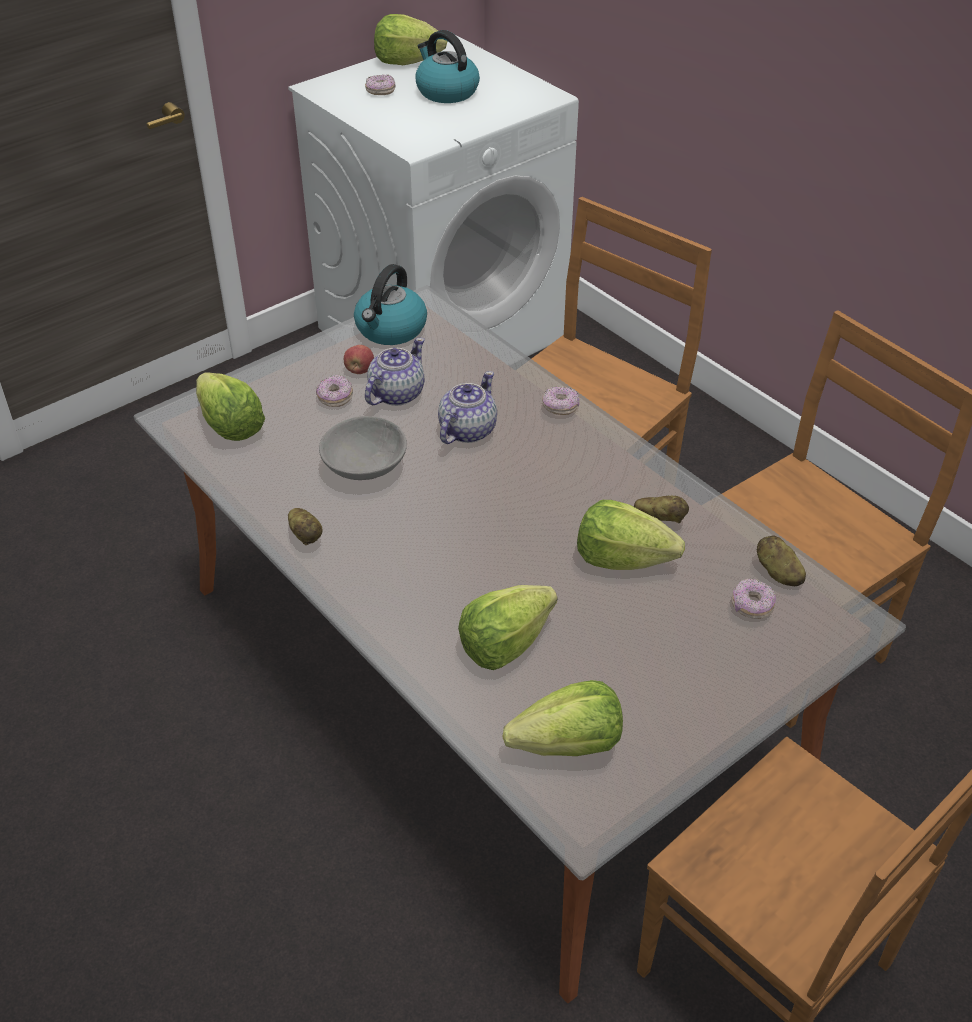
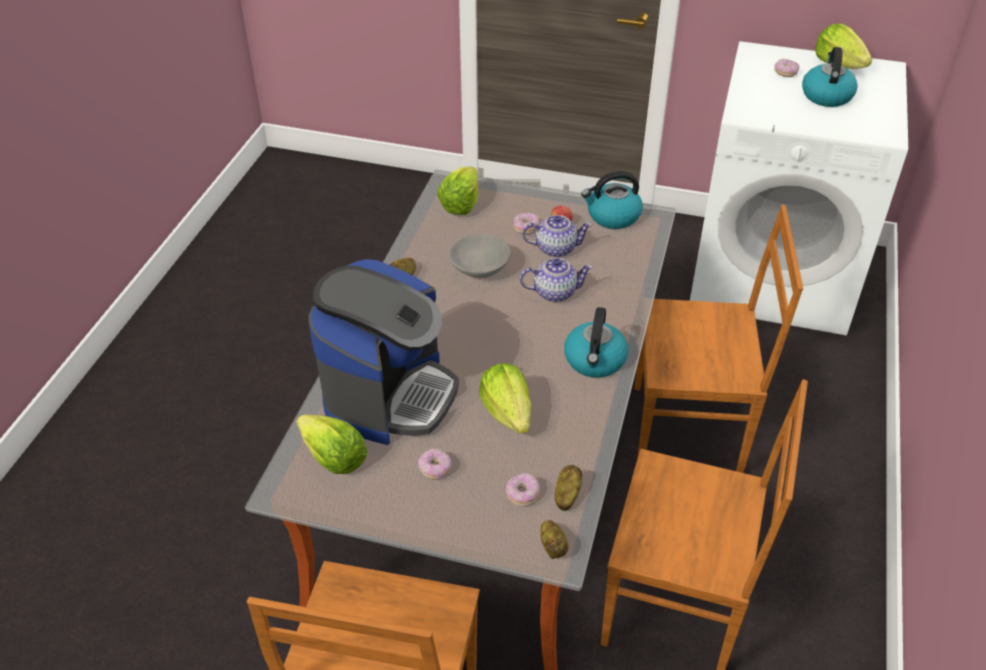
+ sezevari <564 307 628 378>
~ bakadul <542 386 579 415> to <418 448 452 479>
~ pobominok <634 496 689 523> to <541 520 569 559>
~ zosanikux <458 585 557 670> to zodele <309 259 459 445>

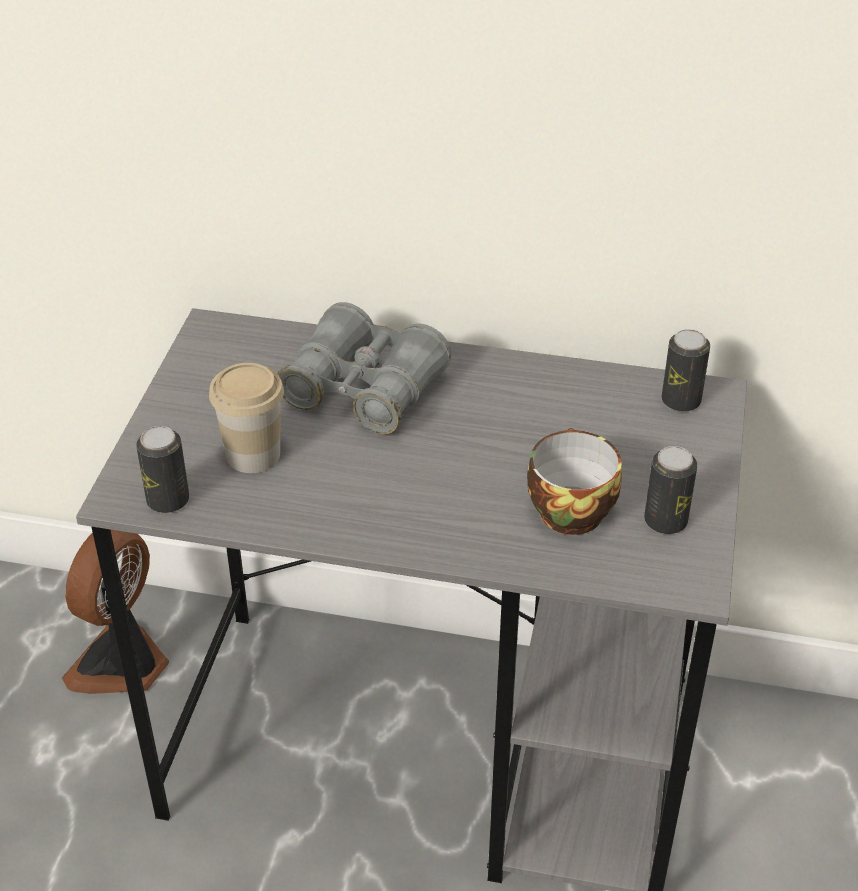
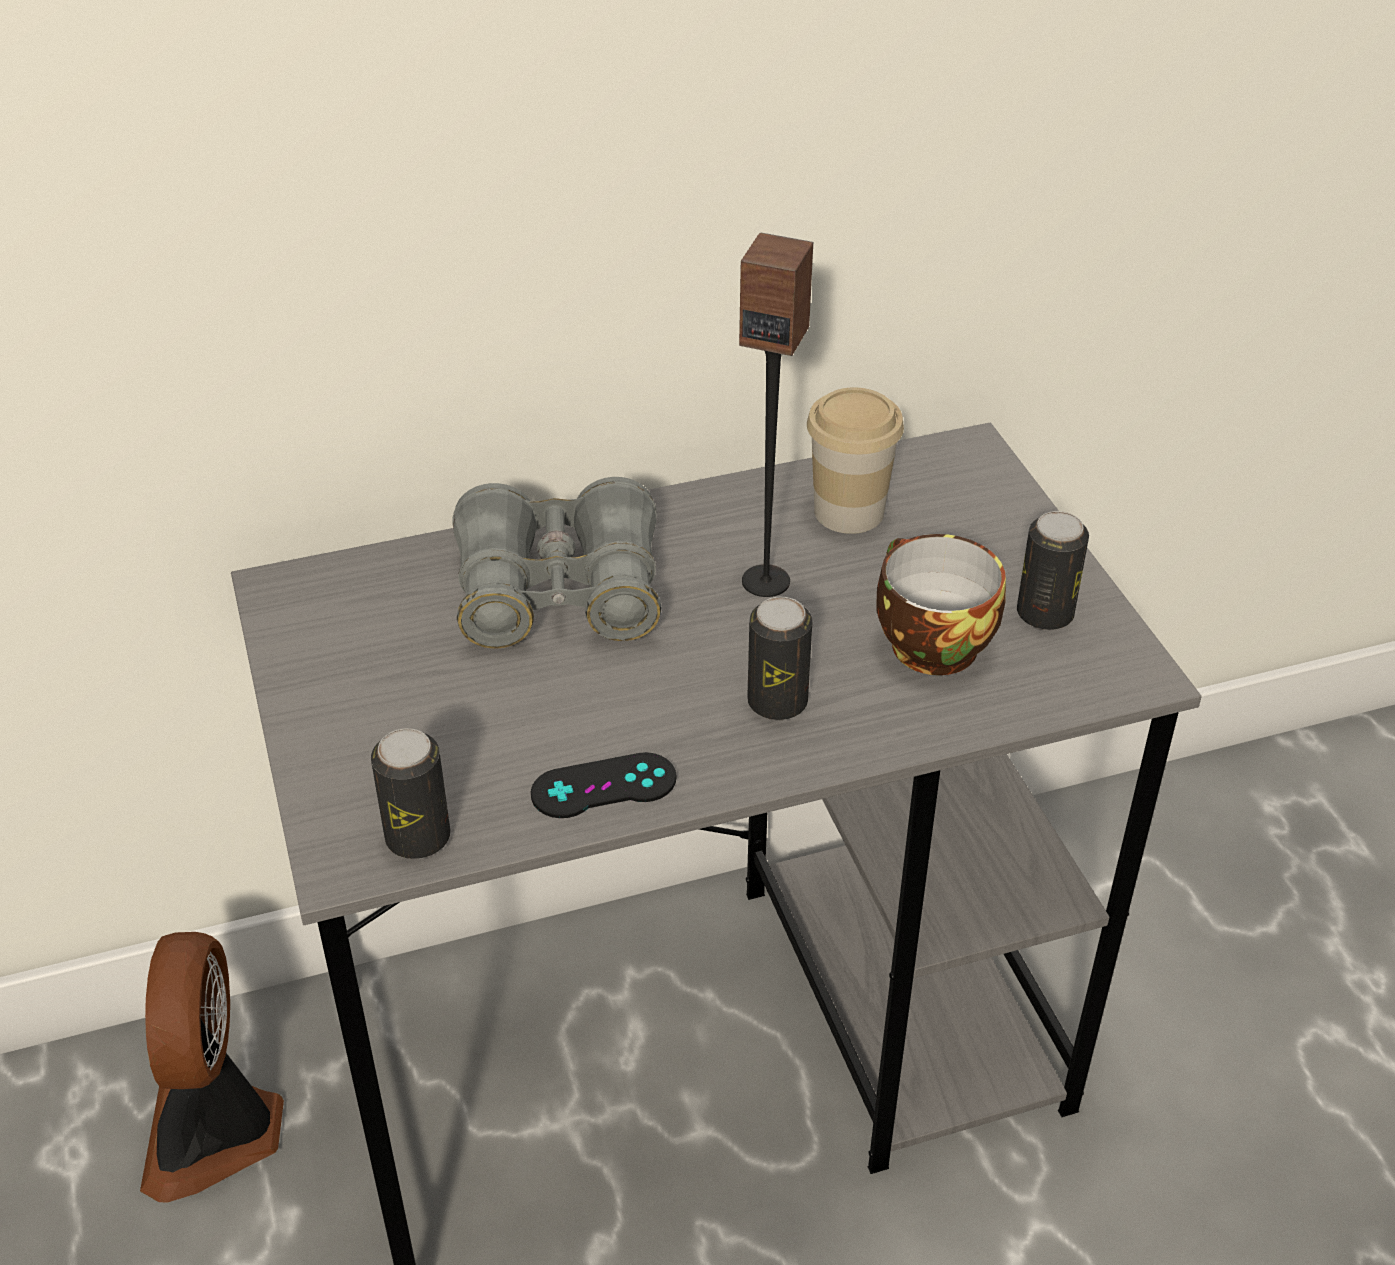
+ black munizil <531 752 676 818>
+ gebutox <739 233 813 597>
~ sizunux <209 363 284 473> to <807 387 904 534>
~ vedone <662 329 710 412> to <747 597 812 720>

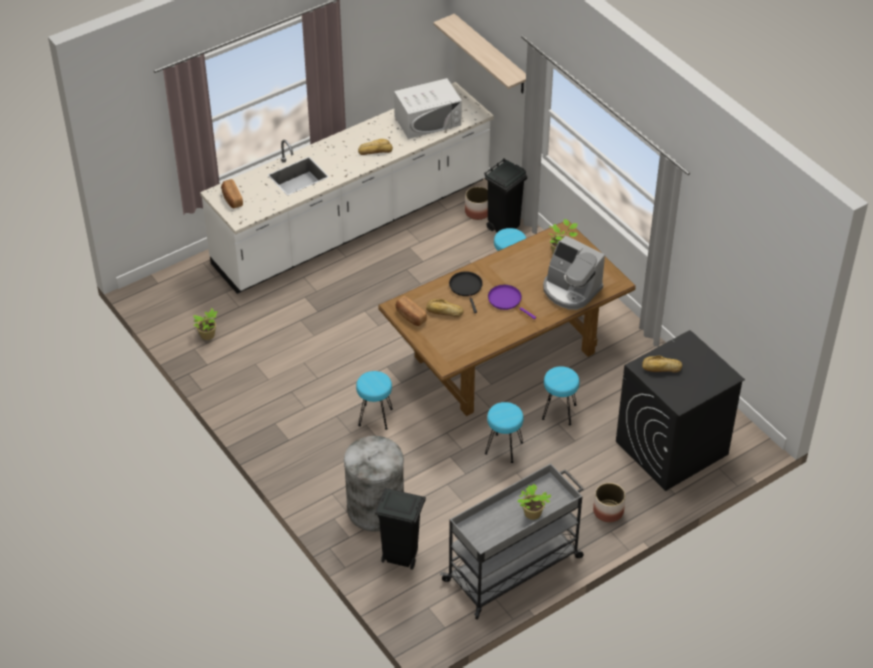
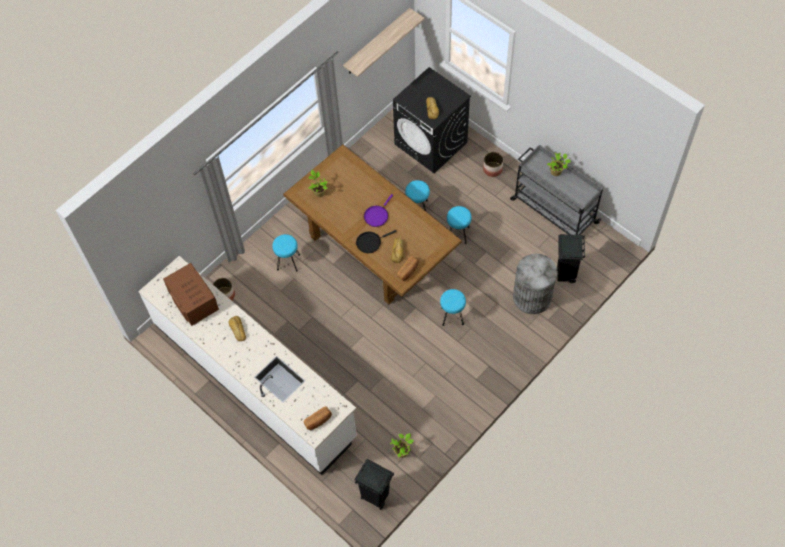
- zodele <543 236 605 310>
~ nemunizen <433 14 526 94> to <343 8 424 77>
~ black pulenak <484 158 527 232> to <355 459 394 510>
~ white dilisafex <394 78 462 139> to brown dilisafex <163 263 219 326>

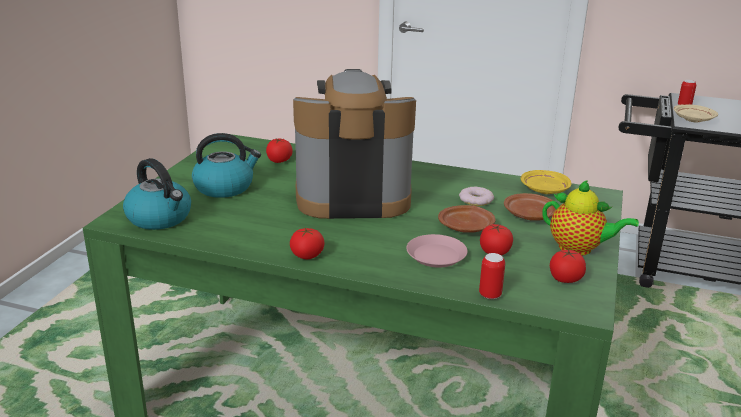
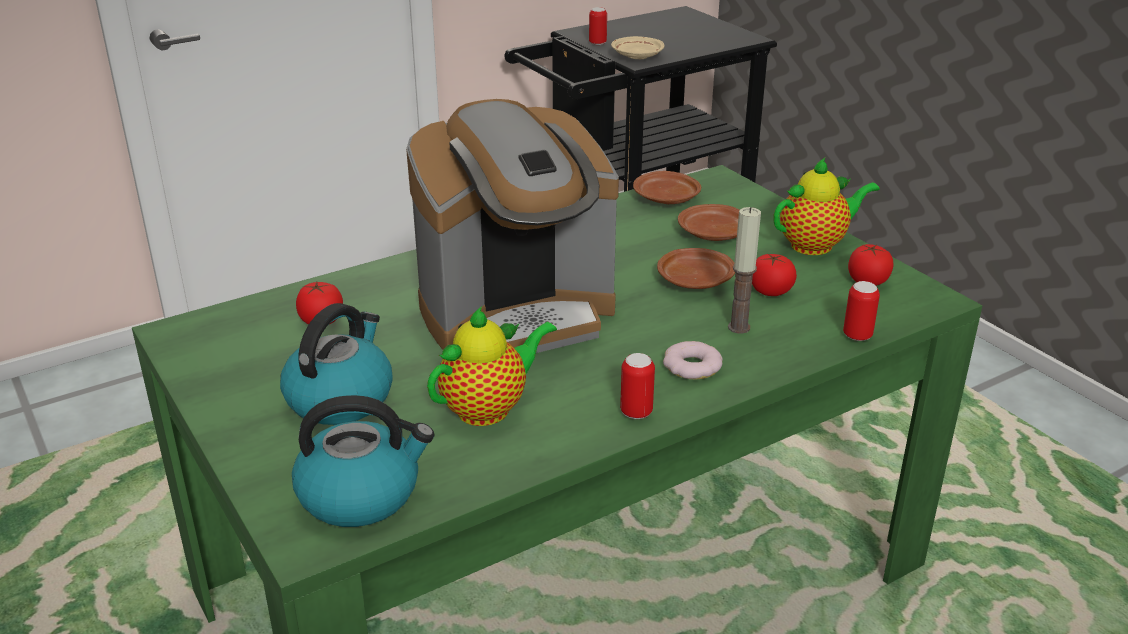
+ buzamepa <427 306 557 426>
~ bakadul <459 187 494 206> to <663 341 723 379>
~ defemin <290 228 324 259> to vedone <620 353 655 419>
~ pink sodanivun <406 234 468 268> to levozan <728 207 761 334>
~ yellow sodanivun <521 170 571 194> to brown sodanivun <633 171 701 204>
~ zodele <293 69 416 219> = <406 99 619 353> 150 degrees counterclockwise

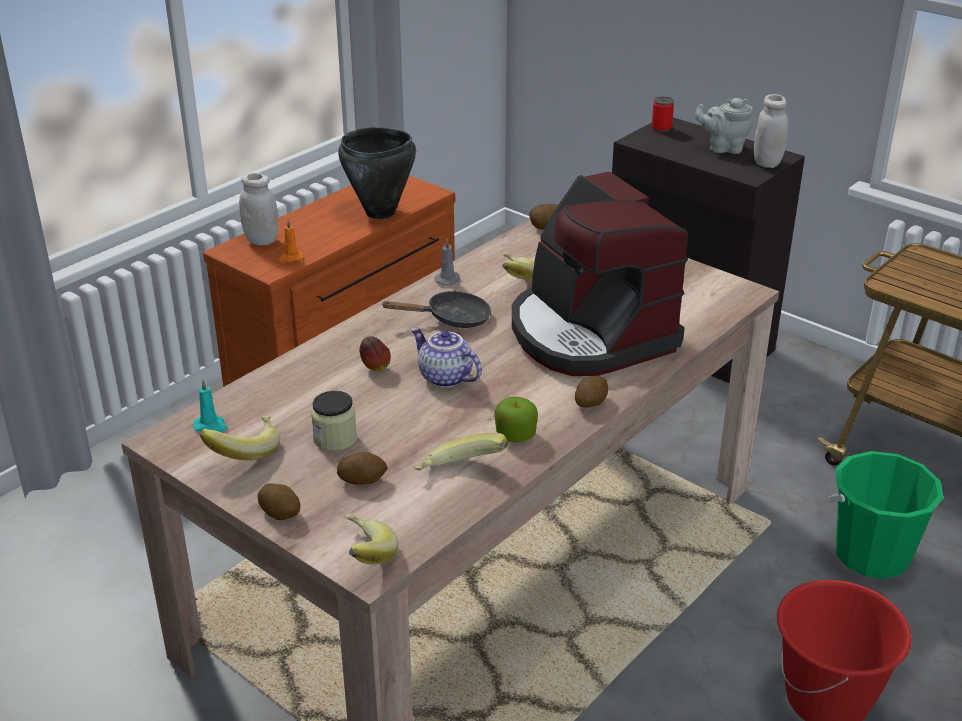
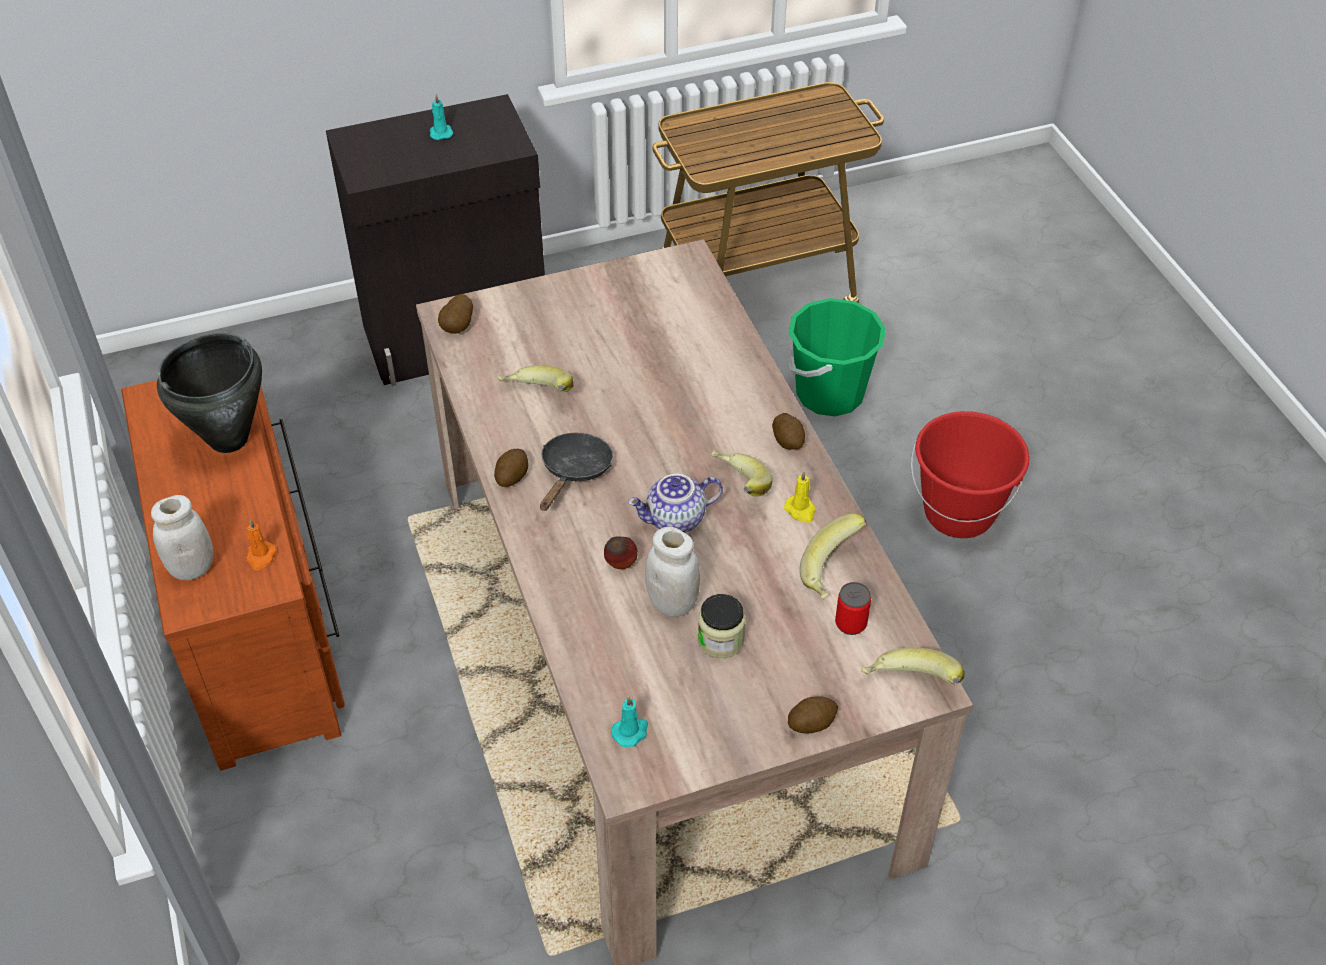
- grey levozan <434 239 460 286>
- zodele <512 171 688 376>
~ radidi <200 416 280 460> to <711 450 773 496>
~ pobominok <337 452 388 485> to <494 449 528 487>
~ vedone <652 97 674 132> to <835 582 871 635>
~ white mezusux <754 94 788 168> to <646 527 700 617>
~ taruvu <494 397 538 443> to yellow levozan <784 471 816 523>
~ grey buzamepa <695 98 753 154> to turquoise levozan <430 94 453 140>

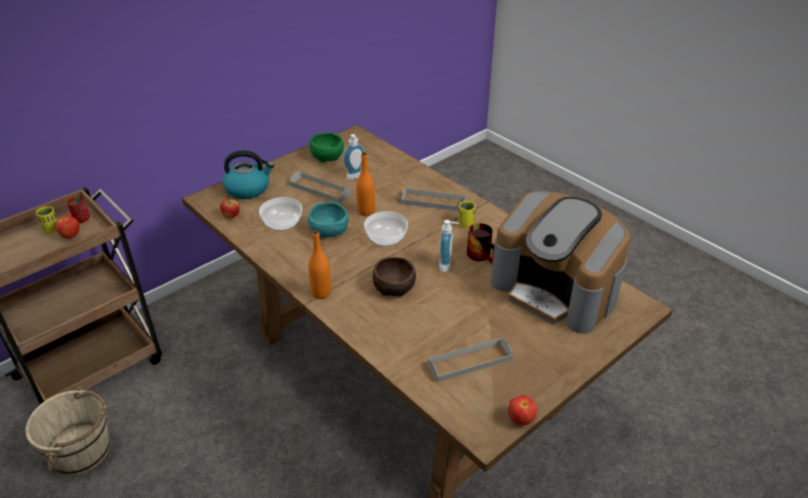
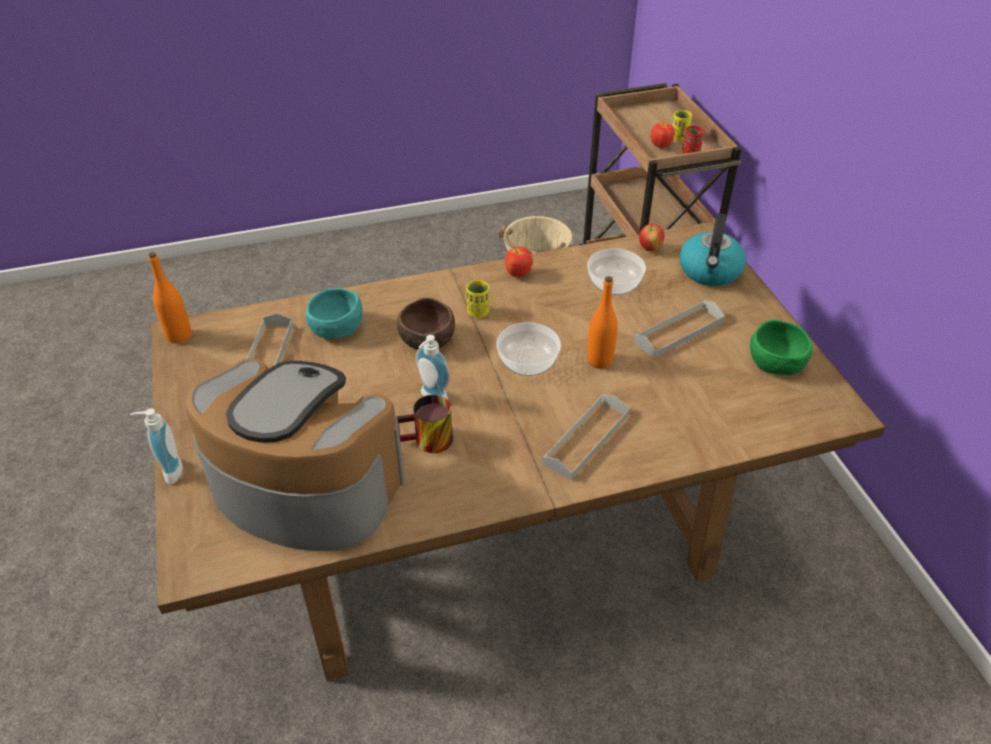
~ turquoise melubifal <308 202 349 238> to <306 288 363 338>
~ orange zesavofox <309 230 331 299> to <148 252 191 343>
~ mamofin <343 134 365 180> to <130 408 183 484>
~ yellow sizunux <459 201 476 228> to <466 280 489 318>
~ taruvu <508 395 538 425> to <505 247 533 277>
~ zodele <491 191 630 334> = <185 358 404 551> 45 degrees clockwise

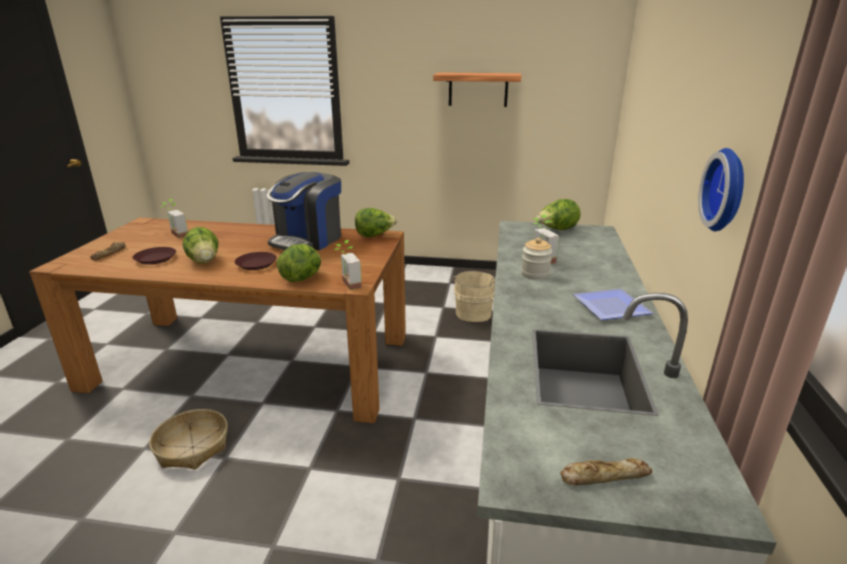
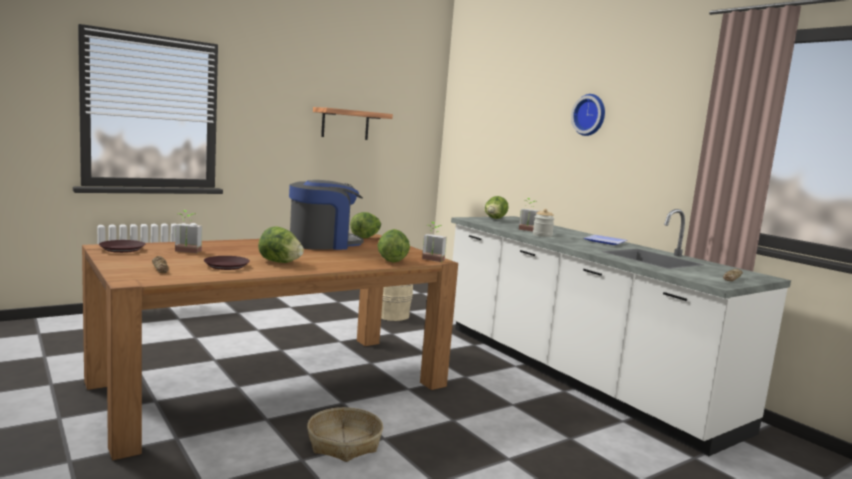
~ brown sodanivun <235 252 277 270> to <99 240 145 253>
~ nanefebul <698 148 744 231> to <571 94 605 136>
~ zodele <266 172 341 250> = <289 180 363 250> 105 degrees counterclockwise

